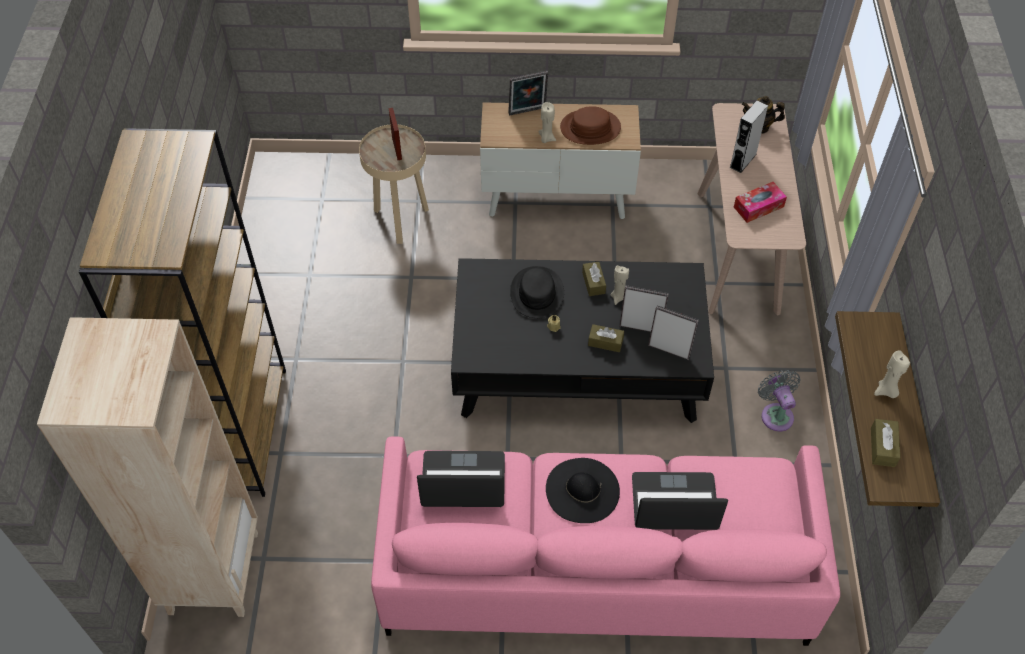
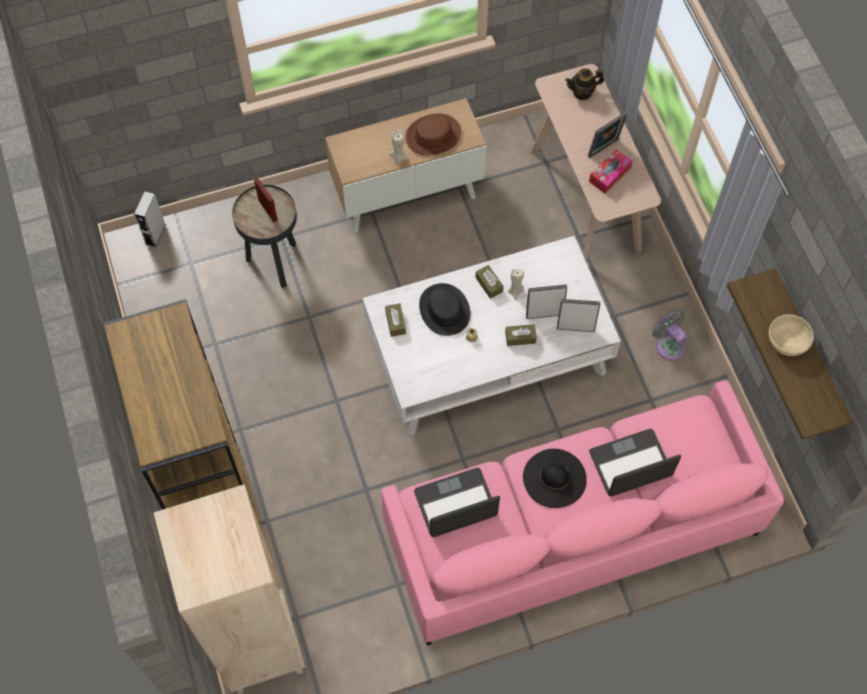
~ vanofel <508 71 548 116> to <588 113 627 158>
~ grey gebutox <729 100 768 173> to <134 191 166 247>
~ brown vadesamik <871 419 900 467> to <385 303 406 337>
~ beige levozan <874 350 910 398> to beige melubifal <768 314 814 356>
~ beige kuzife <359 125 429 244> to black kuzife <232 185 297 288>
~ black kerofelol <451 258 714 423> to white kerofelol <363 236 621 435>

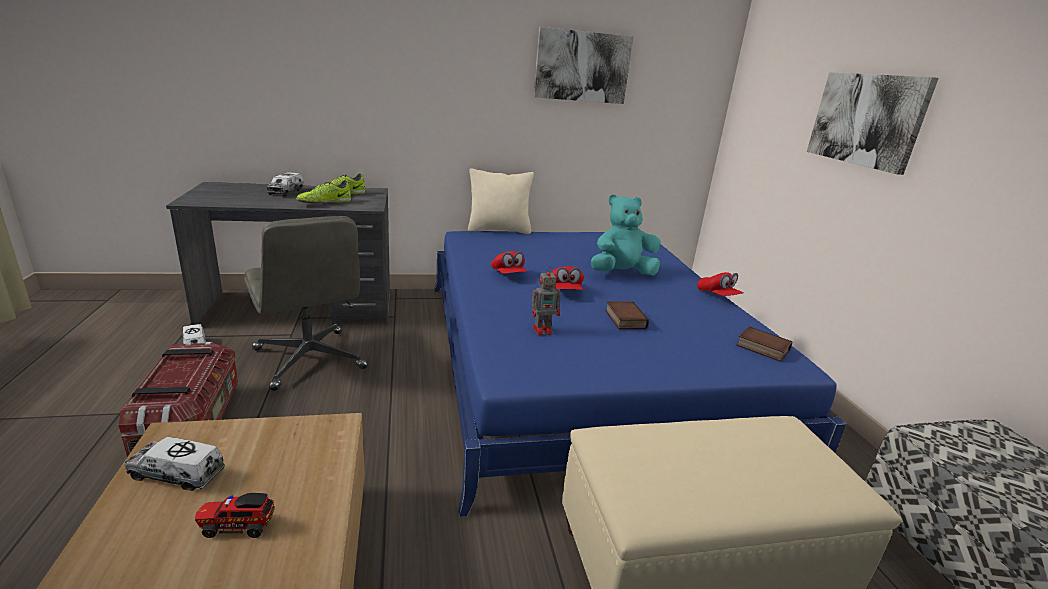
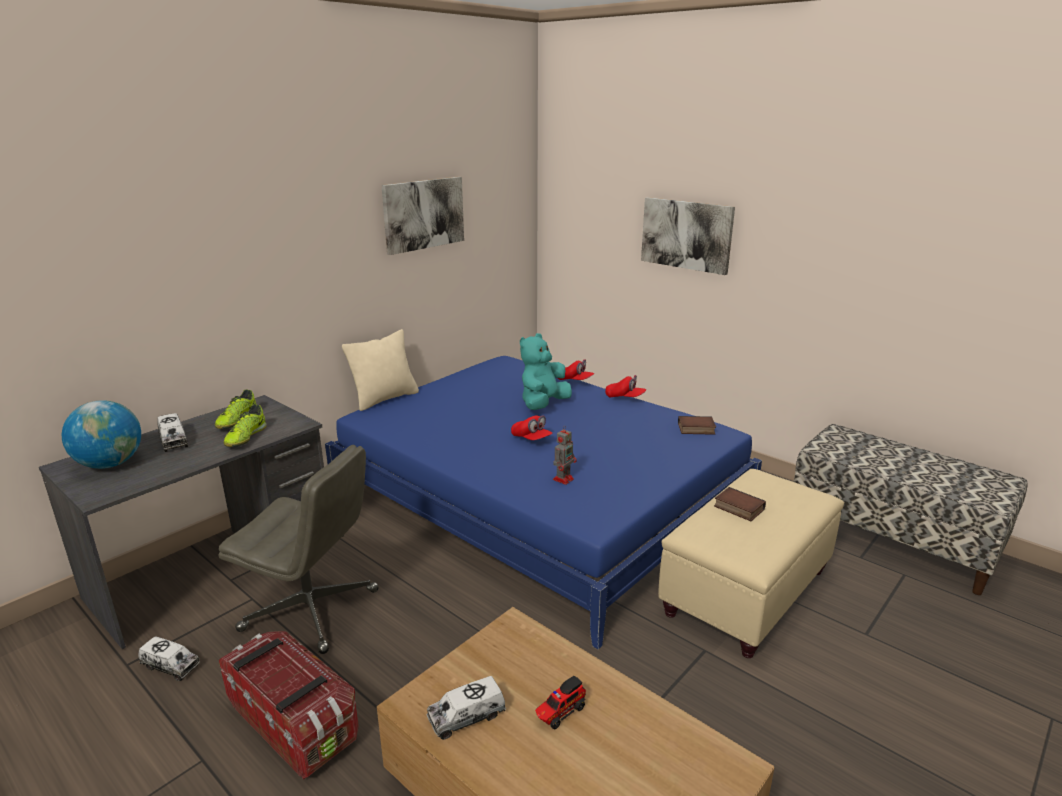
+ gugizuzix <62 400 141 469>
~ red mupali <491 251 527 274> to <558 359 594 380>
~ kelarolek <605 302 649 329> to <714 487 766 521>

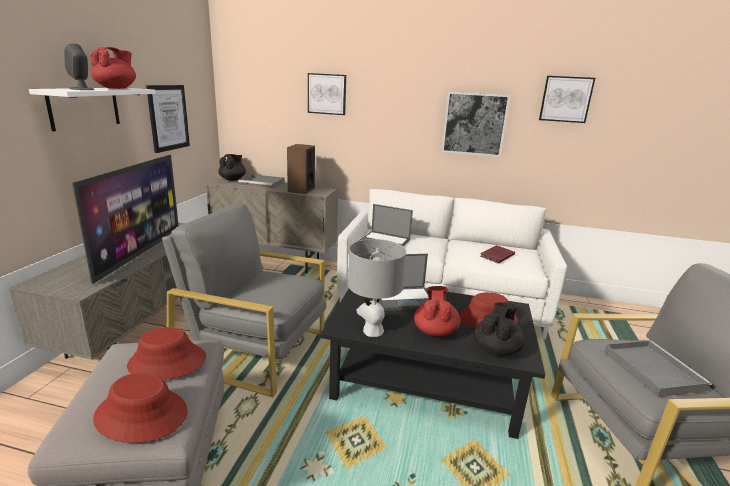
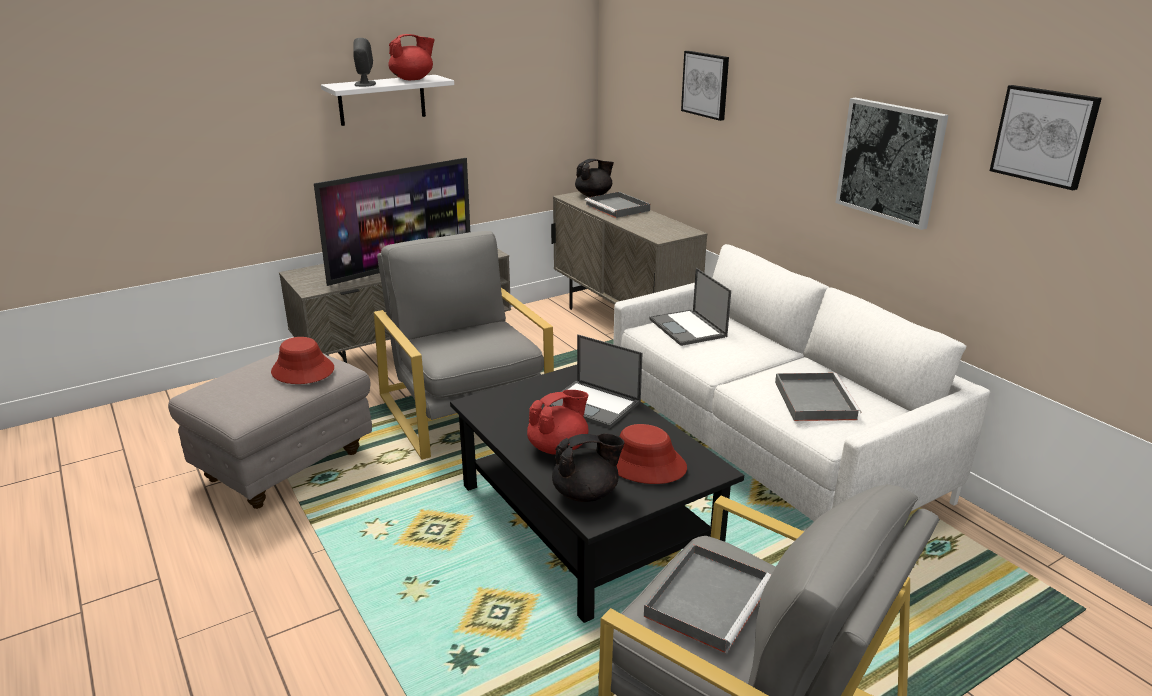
- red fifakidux <93 373 188 443>
- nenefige <146 85 190 153>
- gebutox <287 144 315 194>
- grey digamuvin <348 239 406 337>
~ red kelarolek <480 245 515 263> to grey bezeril <775 373 861 421>

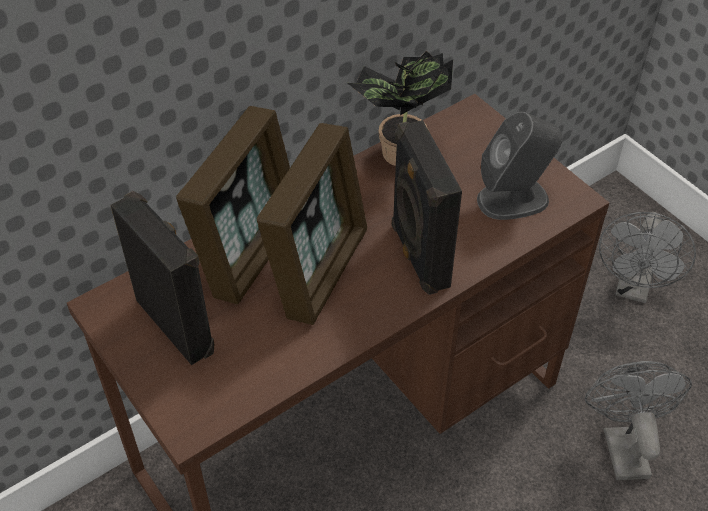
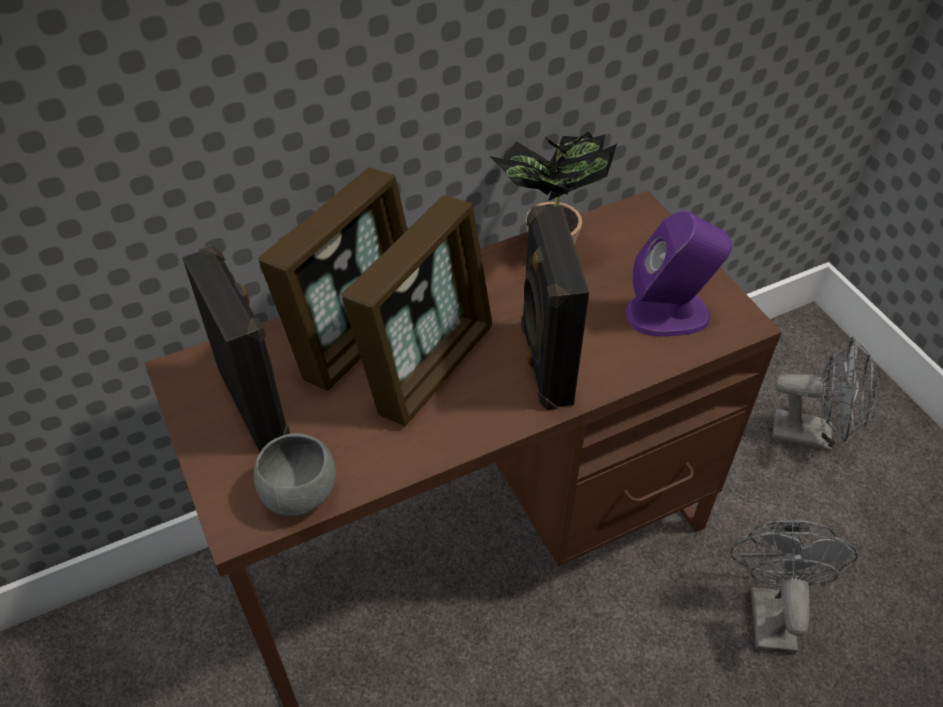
+ grey melubifal <254 433 336 516>
~ grey gebutox <477 112 563 220> to purple gebutox <626 211 732 336>
~ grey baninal <599 212 696 303> = <772 336 877 451> 105 degrees counterclockwise

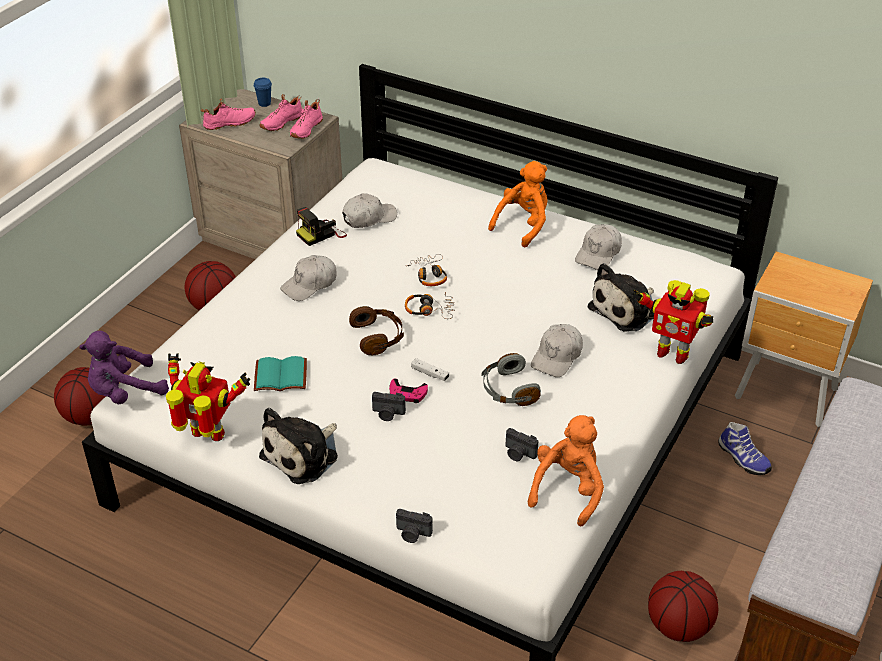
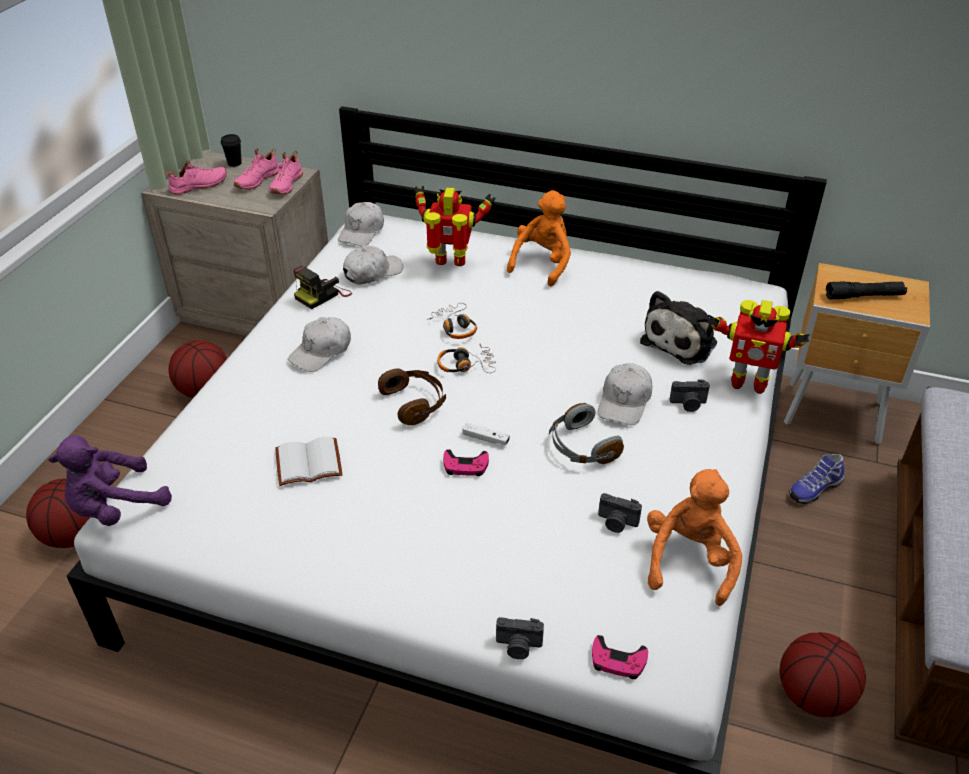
- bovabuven <259 408 338 484>
+ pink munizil <592 635 648 679>
+ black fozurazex <826 281 907 299>
~ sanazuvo <166 353 250 441> to <415 186 496 266>
~ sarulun <372 392 406 421> to <670 379 710 412>
~ white mupali <575 224 622 270> to <338 202 384 246>
~ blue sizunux <254 78 272 107> to black sizunux <221 134 242 167>
~ turquoise kelarolek <254 356 307 391> to white kelarolek <275 437 343 486>
~ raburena <718 422 772 475> = <789 454 844 504> 105 degrees clockwise

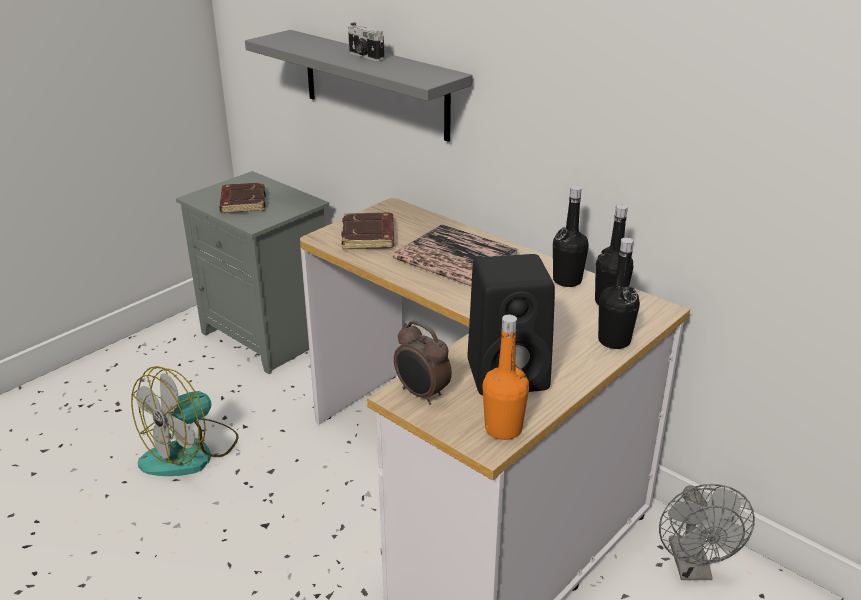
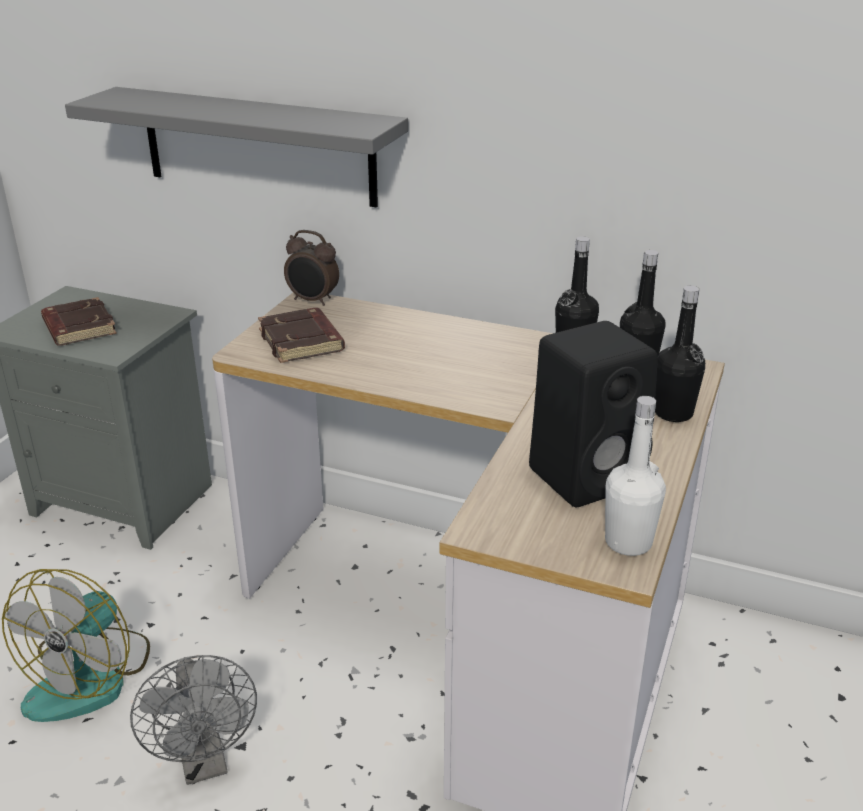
- sarulun <348 23 384 61>
- kelarolek <393 224 519 286>
~ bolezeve <394 321 452 405> to <284 230 339 306>
~ grey baninal <659 484 755 580> to <130 655 257 785>
~ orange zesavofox <482 315 529 440> to white zesavofox <605 396 666 556>

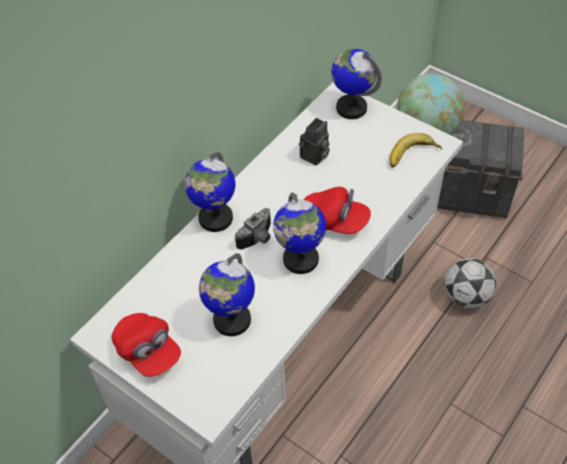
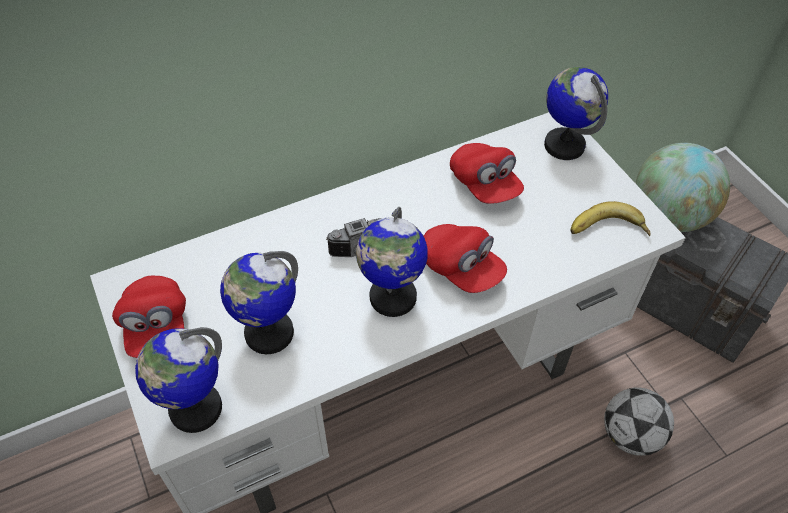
~ gugizuzix <184 152 235 232> to <135 327 222 433>
~ sarulun <299 118 330 166> to red mupali <450 143 524 204>

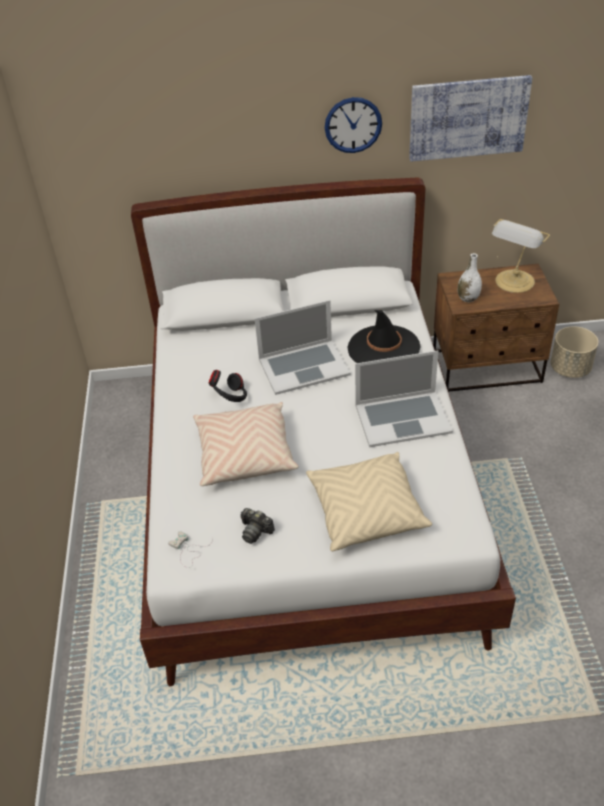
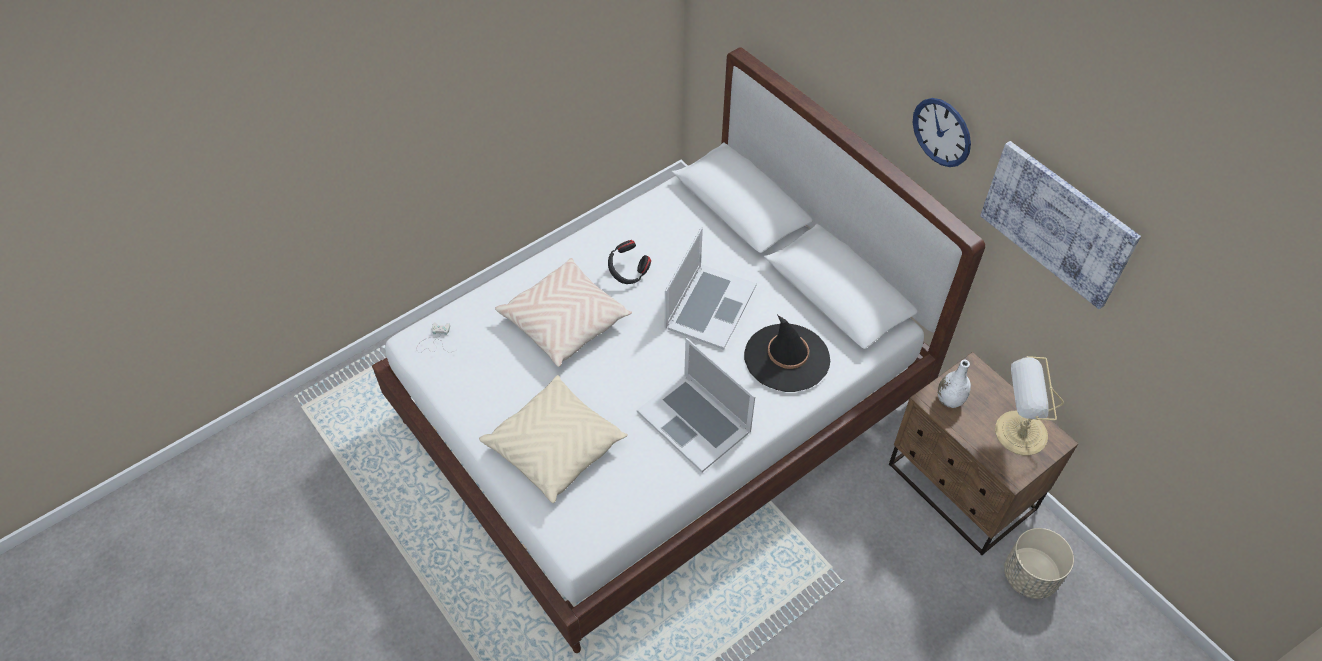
- sarulun <241 508 275 544>
~ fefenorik <255 300 351 395> = <665 227 757 350> 105 degrees counterclockwise

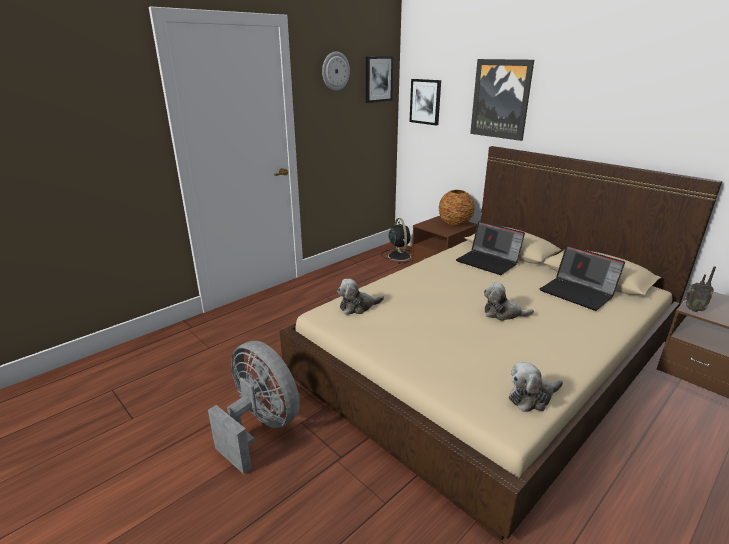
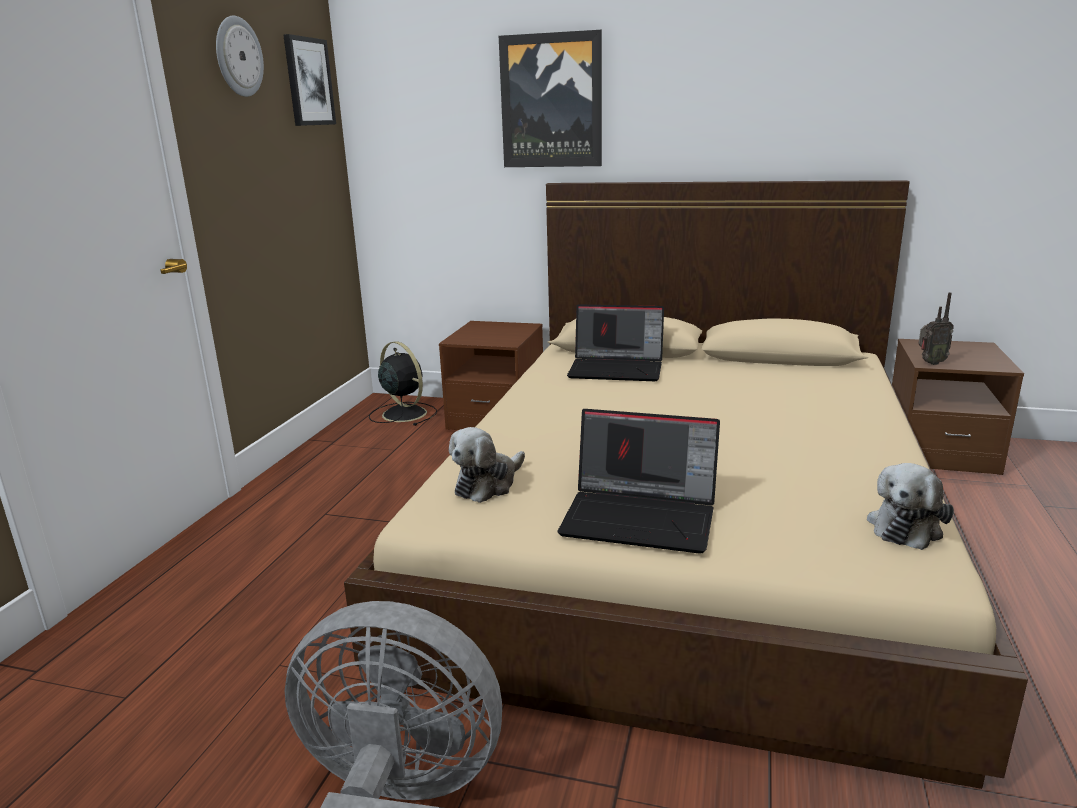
- nenefige <410 79 441 126>
- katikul <439 190 475 226>
- bovabuven <484 282 534 321>
~ fefenorik <540 245 625 311> to <558 409 720 554>

